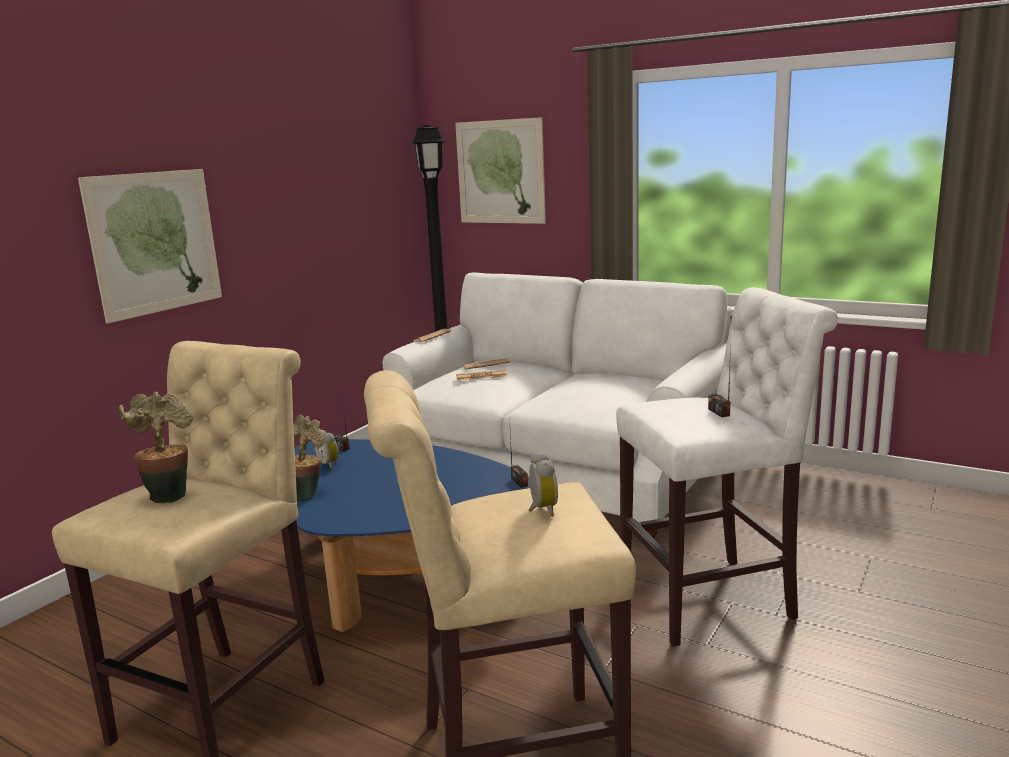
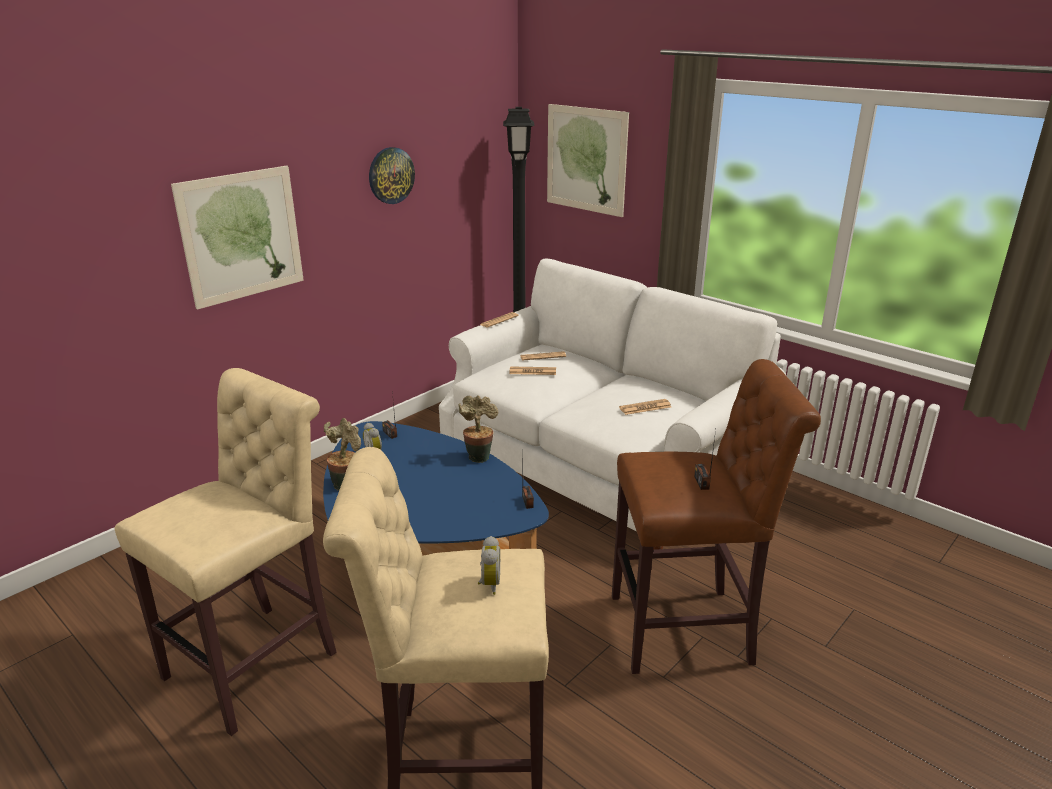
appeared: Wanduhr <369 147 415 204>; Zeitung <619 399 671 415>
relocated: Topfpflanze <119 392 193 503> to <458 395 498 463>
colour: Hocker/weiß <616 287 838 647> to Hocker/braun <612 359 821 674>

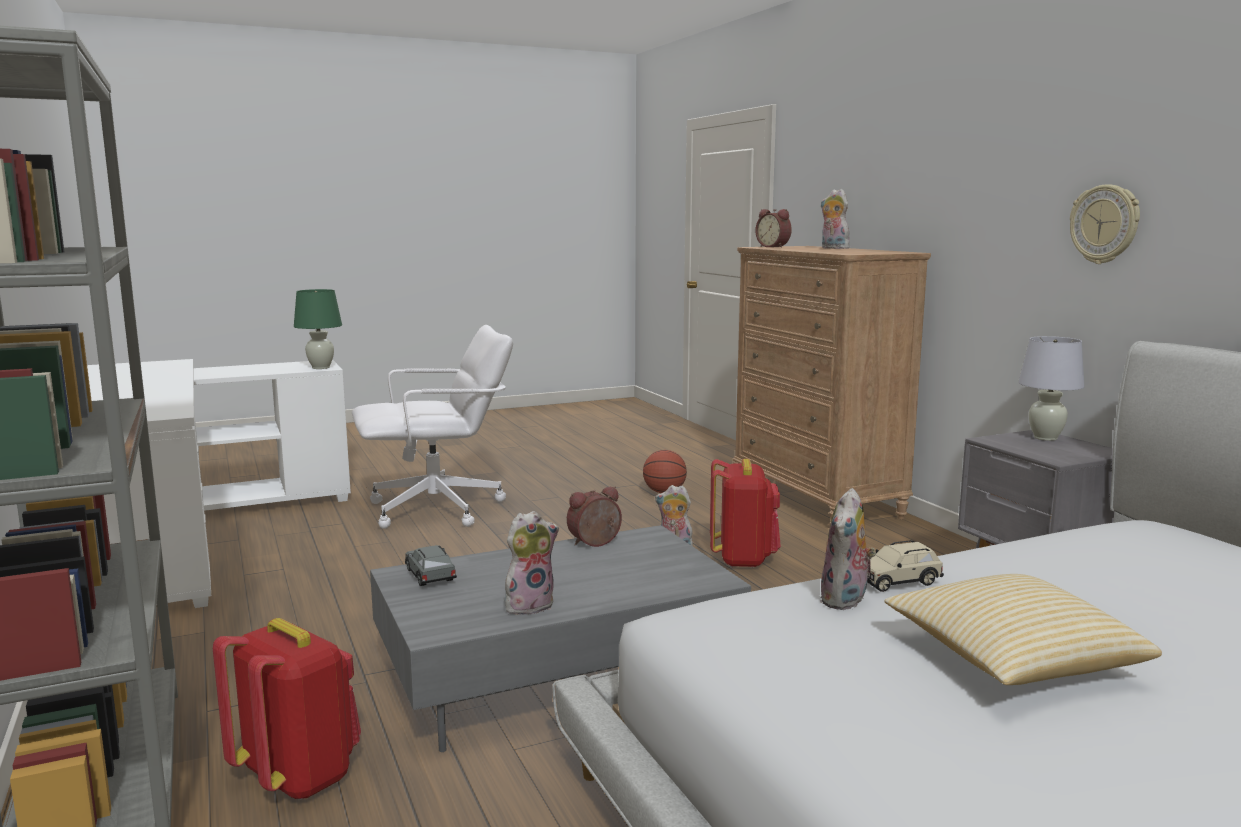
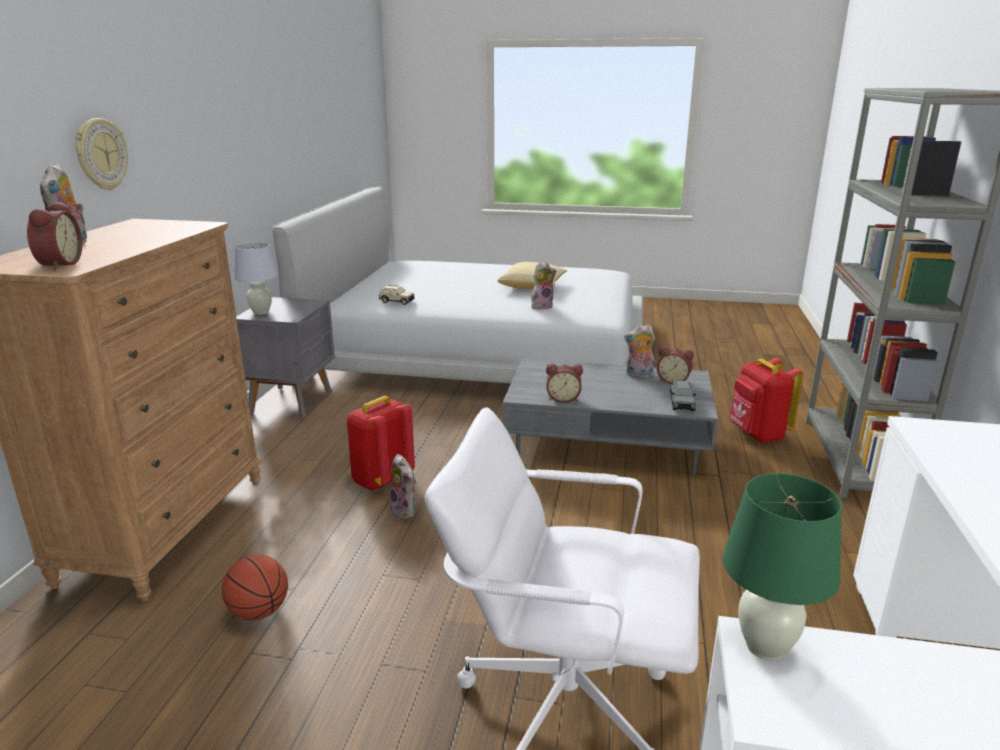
appeared: Wecker <657 346 694 384>
relocated: Spielzeugauto/beige <867 540 944 592> to <378 285 415 305>; Wanduhr <1070 184 1140 264> to <75 118 128 190>

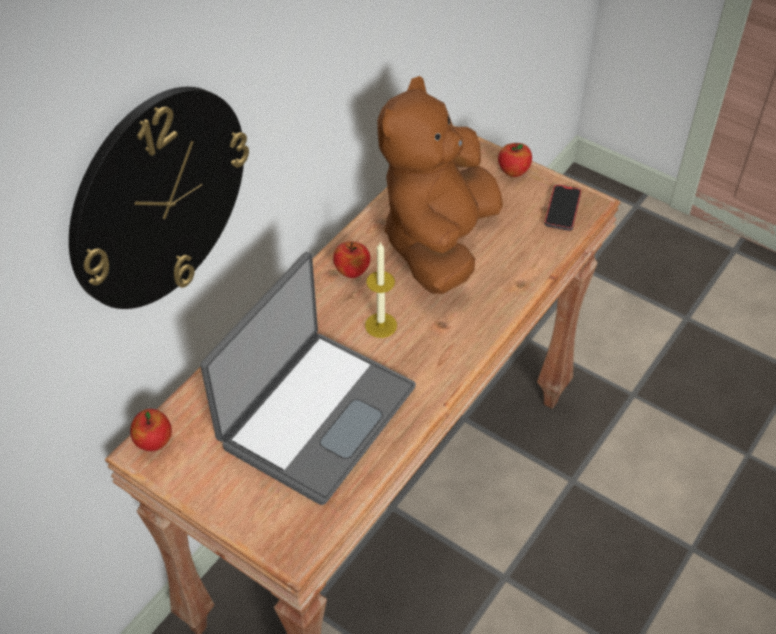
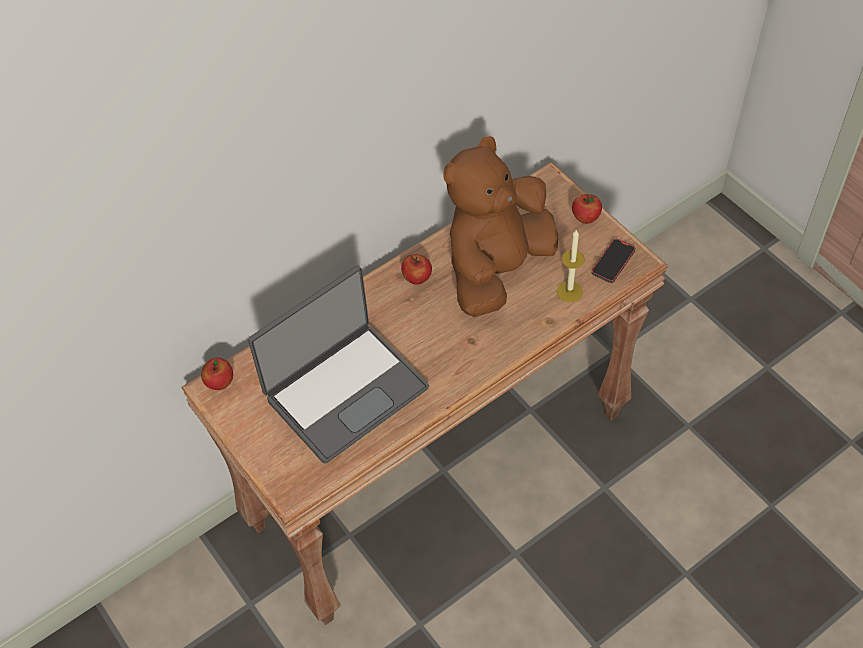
missing: Wanduhr <69 87 249 309>
relocated: Kerze <365 241 397 338> to <557 230 585 302>

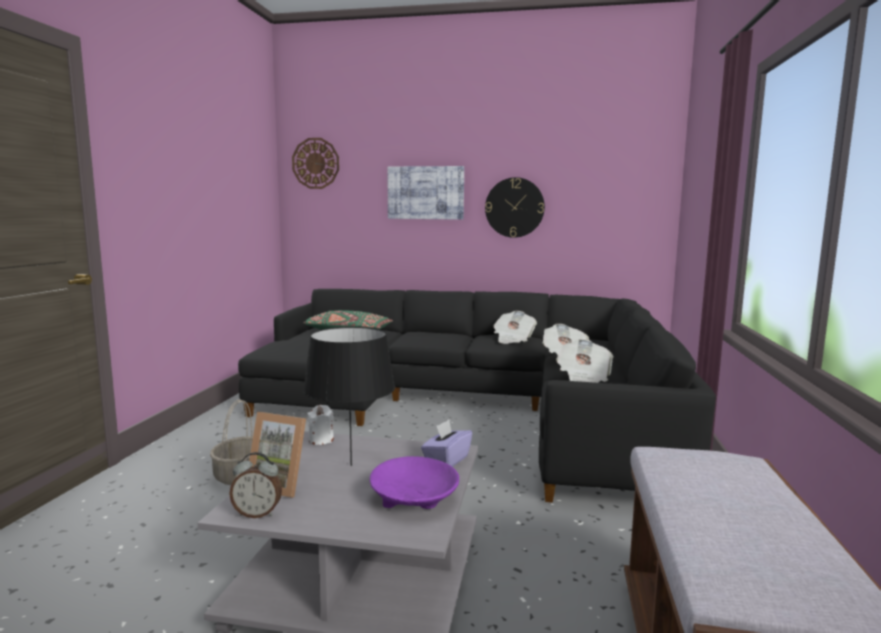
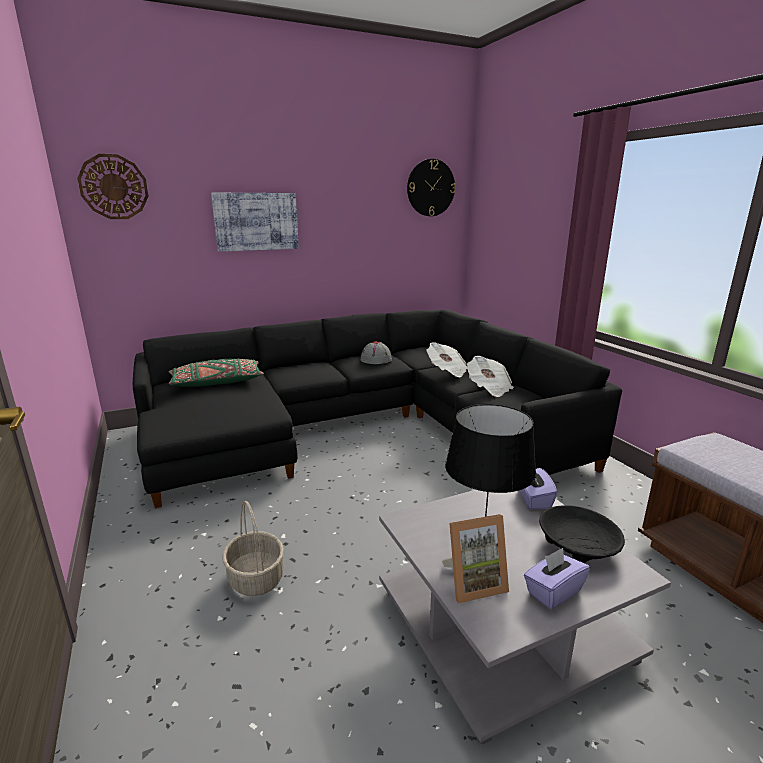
missing: Wecker <229 452 282 518>; Kerze/weiß <307 405 334 445>
appeared: Taschentuchbox/lila <524 548 590 609>
relocated: Wanduhr <485 177 545 238> to <407 159 456 216>
exchanged: Zeitung <493 311 537 344> to Hut/grau <360 341 392 364>
colour: Schüssel/lila <370 456 459 509> to Schüssel/schwarz <539 505 625 563>

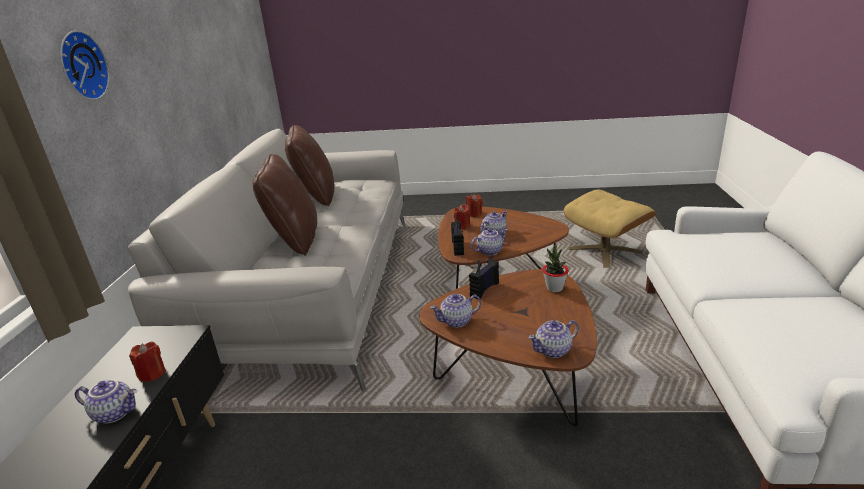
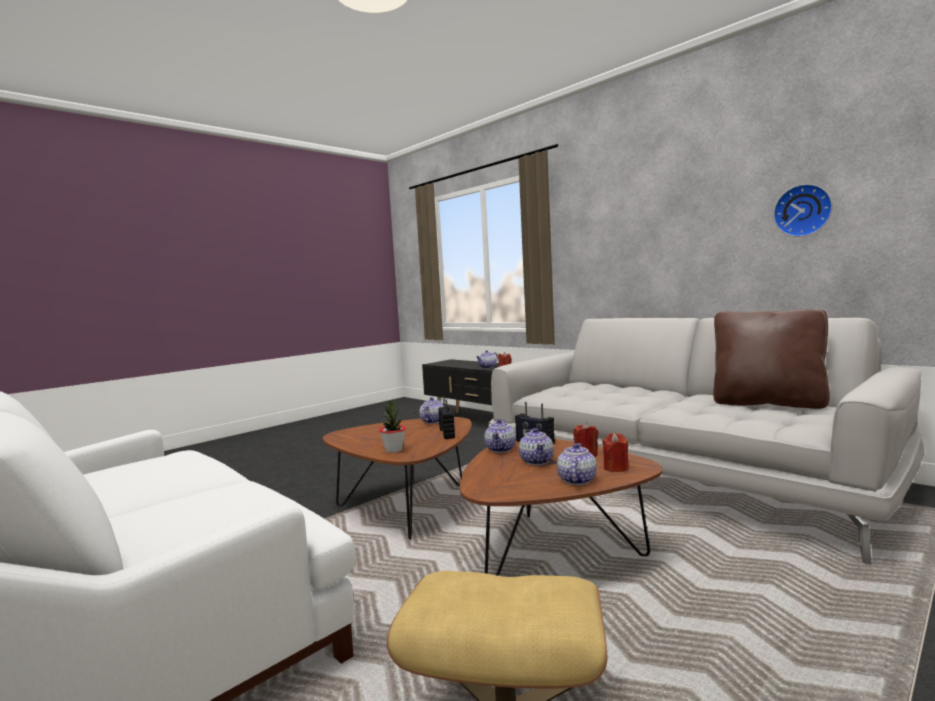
missing: Kissen/braun <253 154 317 256>
relocated: Wanduhr <60 30 110 100> to <773 184 833 237>; Teekanne <528 320 579 358> to <557 443 597 485>

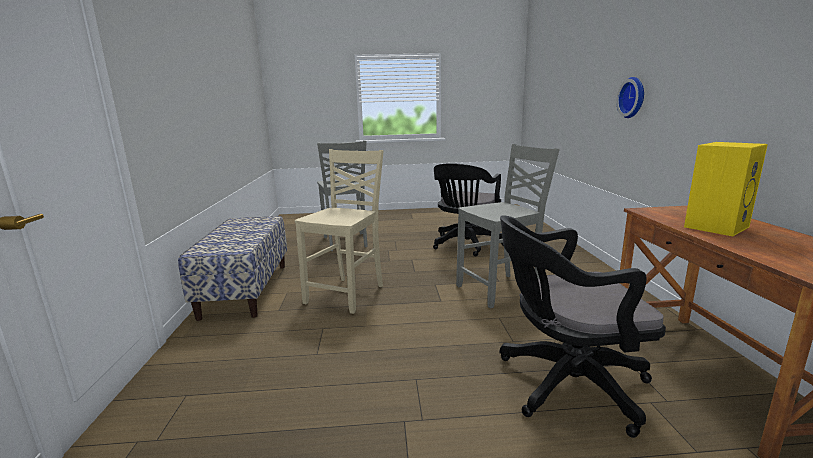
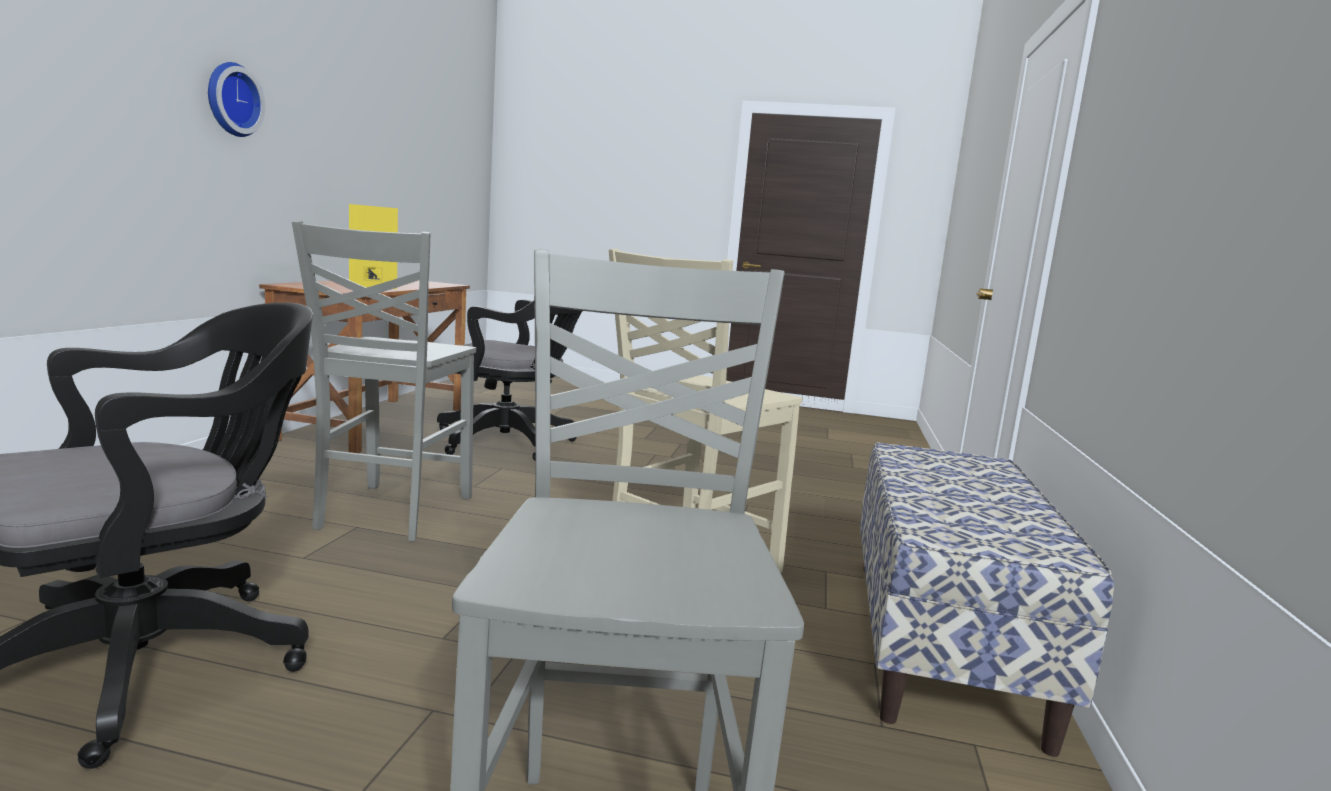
relocated: Wanduhr <616 77 644 118> to <208 62 265 137>
spun: Stuhl/grau <456 144 560 309> = <292 221 476 541> 75 degrees counterclockwise

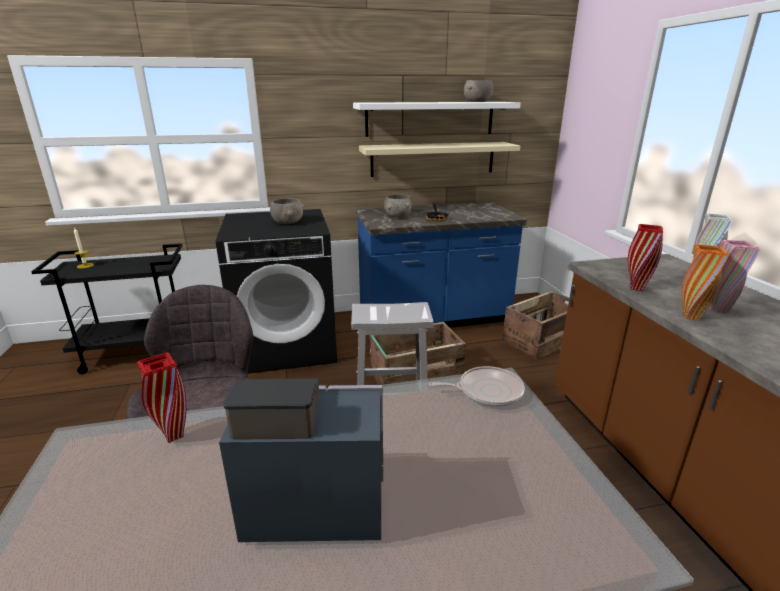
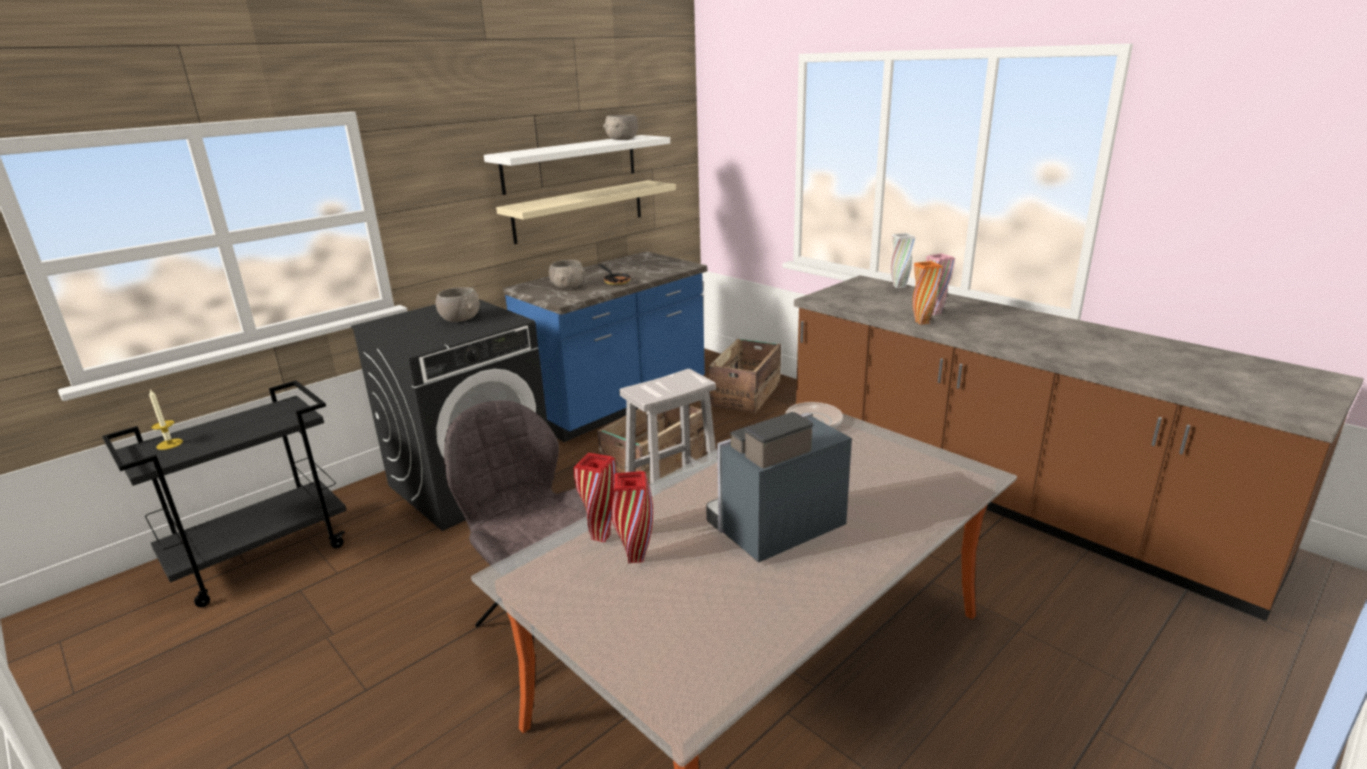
relocated: Vase/rot <628 224 663 291> to <611 471 653 563>

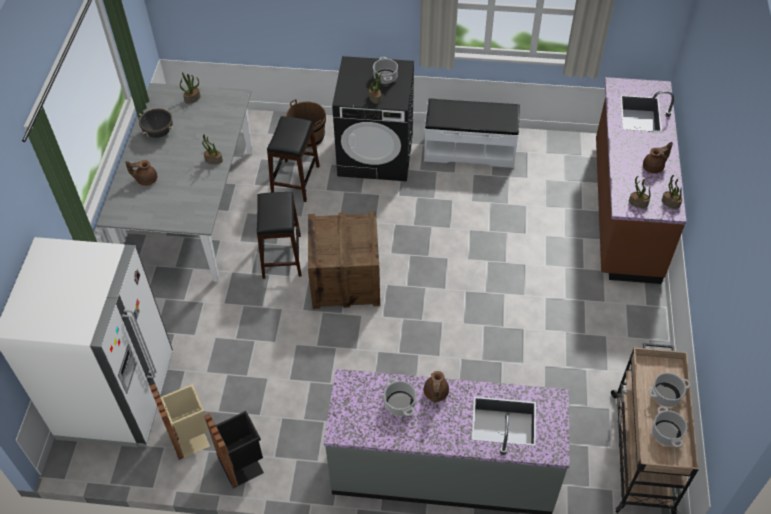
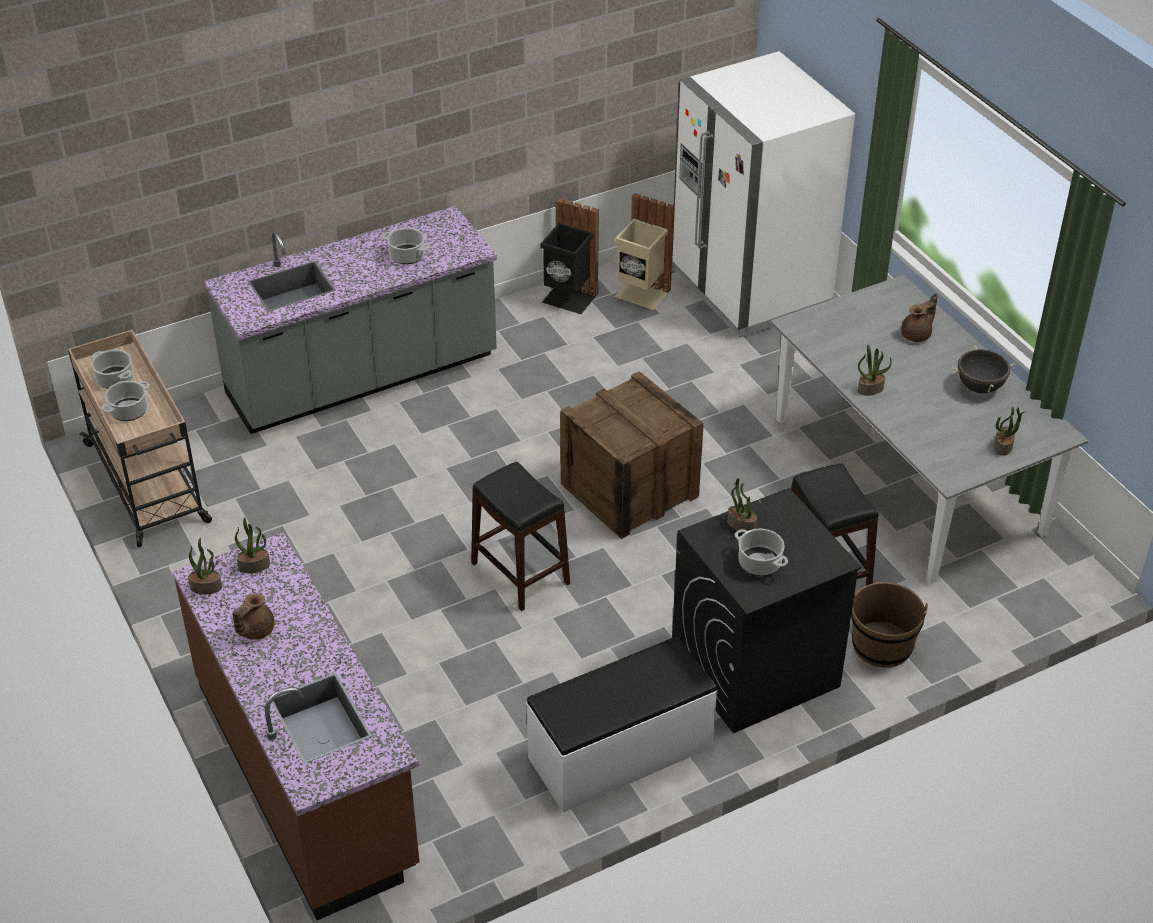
missing: Teekanne/braun <424 371 449 402>
relocated: Hocker/schwarz <257 192 302 279> to <471 462 570 611>

